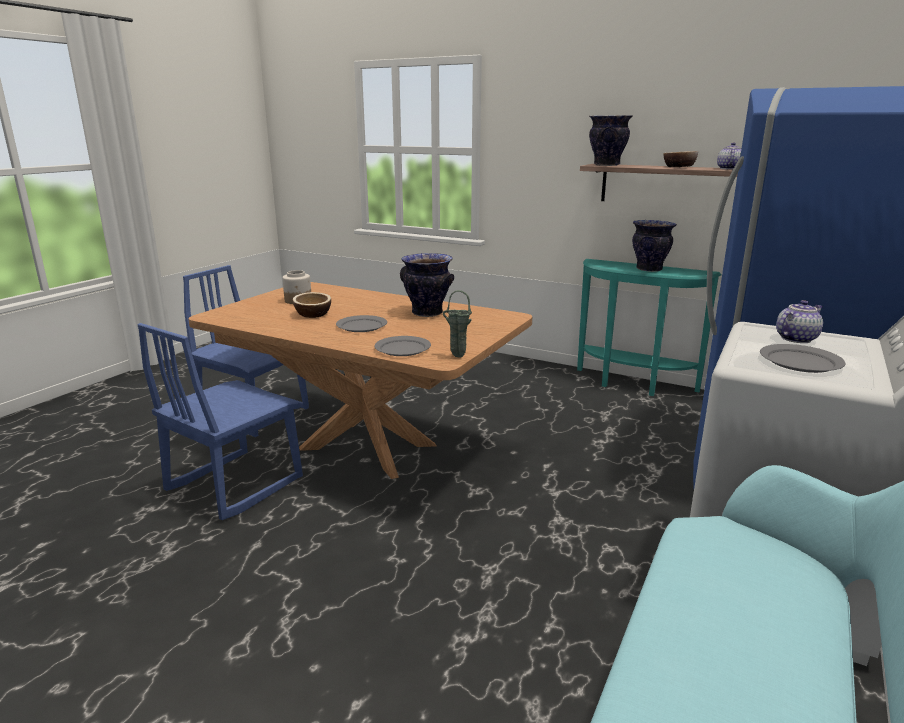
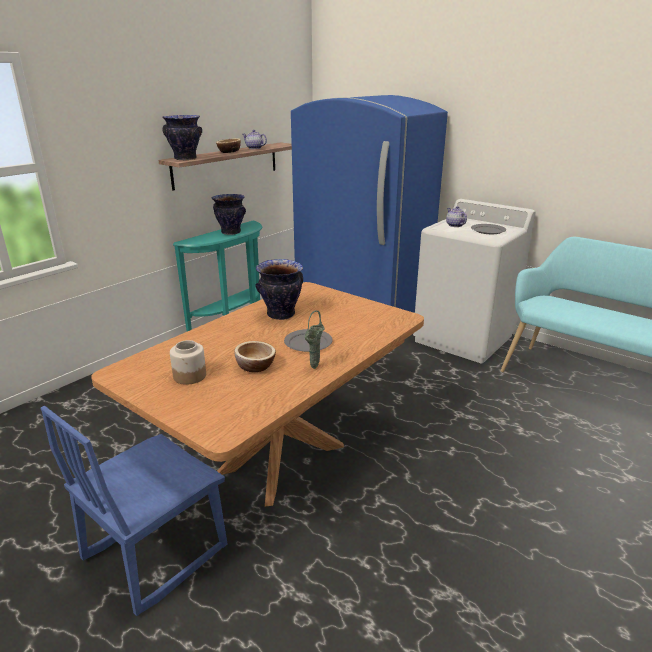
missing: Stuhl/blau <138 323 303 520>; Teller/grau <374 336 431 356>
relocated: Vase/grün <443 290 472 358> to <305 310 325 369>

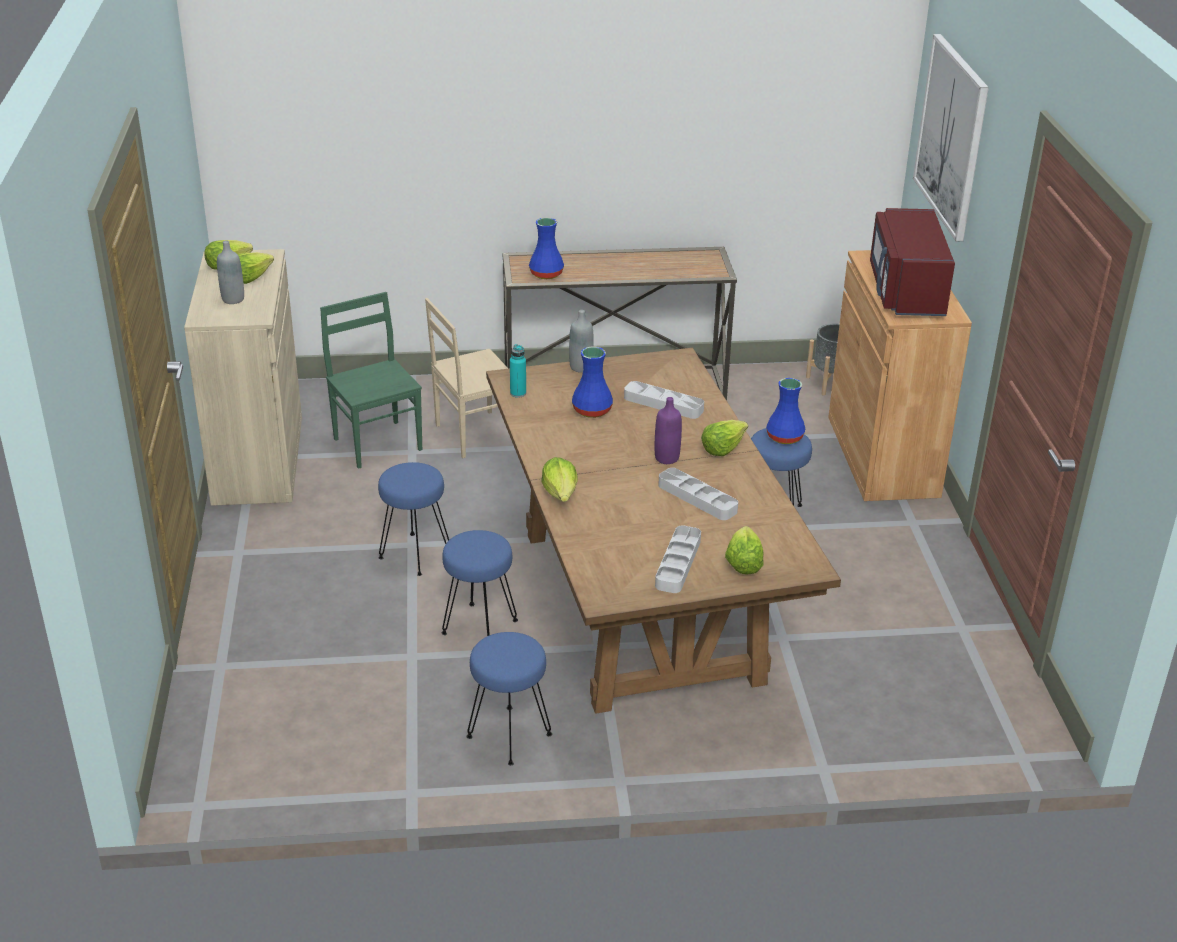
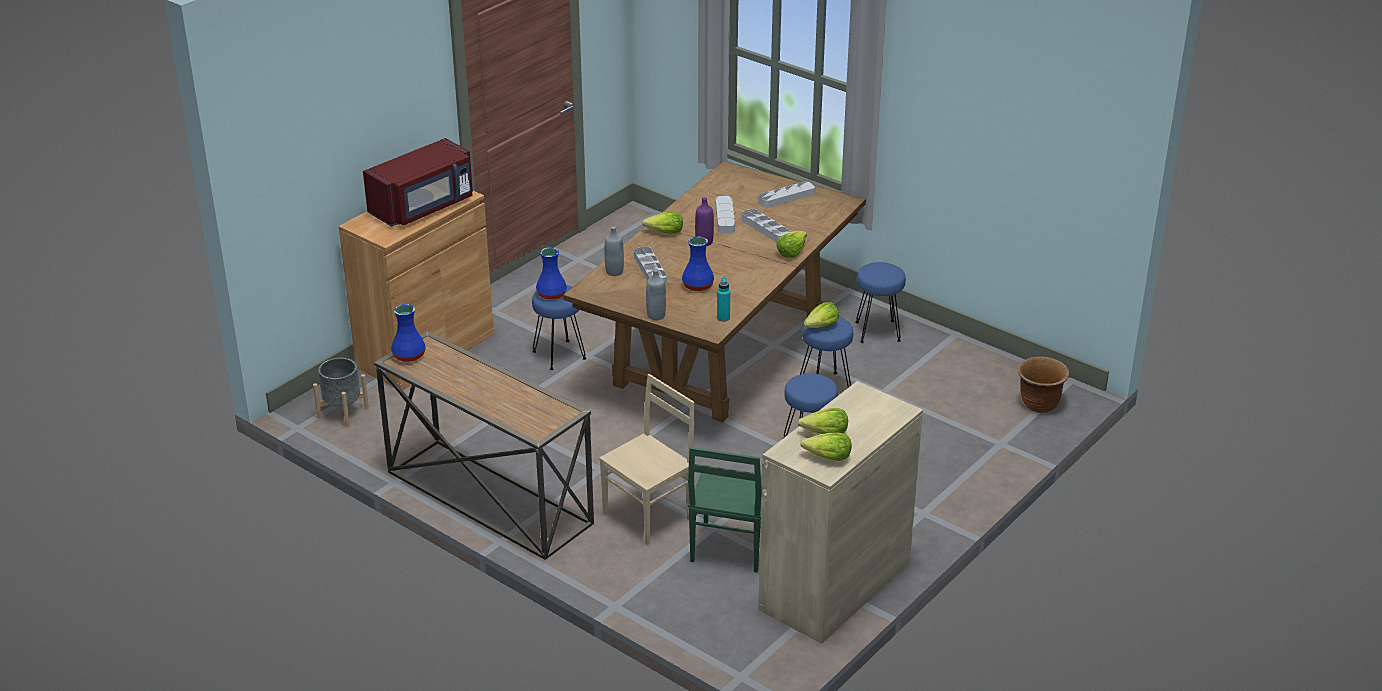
missing: Bild <913 34 989 241>
appeared: Tablett/grau <742 209 791 242>; Pflanzkübel/braun <1017 356 1069 413>
relocated: Flasche/grau <217 240 244 304> to <605 226 624 276>; Vase/blau <529 218 564 279> to <391 304 426 362>; Salatkopf <725 526 764 574> to <804 302 839 328>
spun: Stuhl/beige <425 298 508 458> = <599 374 695 545> 60 degrees counterclockwise

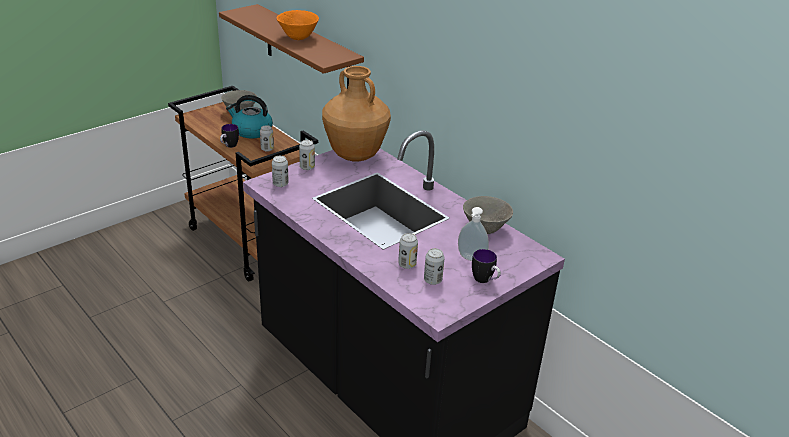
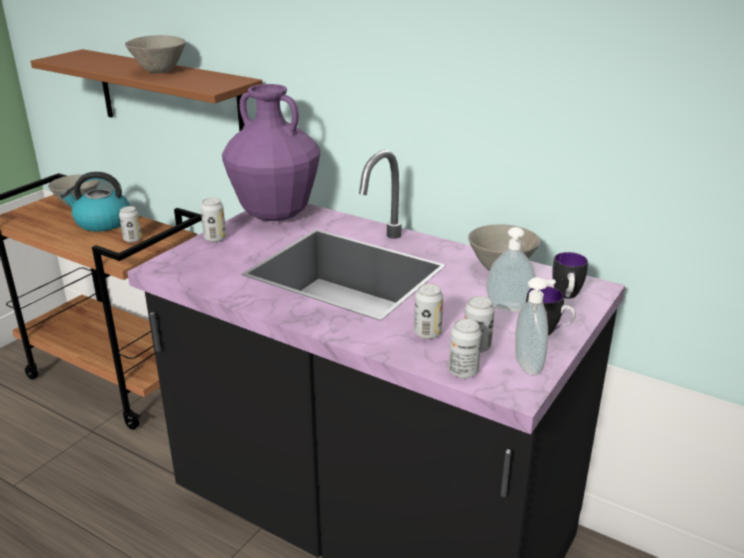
appeared: Seifenspender <515 277 556 376>
relocated: Henkelbecher <220 124 239 148> to <552 252 588 299>; Dose <272 156 289 187> to <449 319 482 378>
colour: Schüssel/orange <277 10 319 40> to Schüssel/grau <125 35 186 74>; Vase/braun <322 66 391 161> to Vase/lila <222 84 320 221>

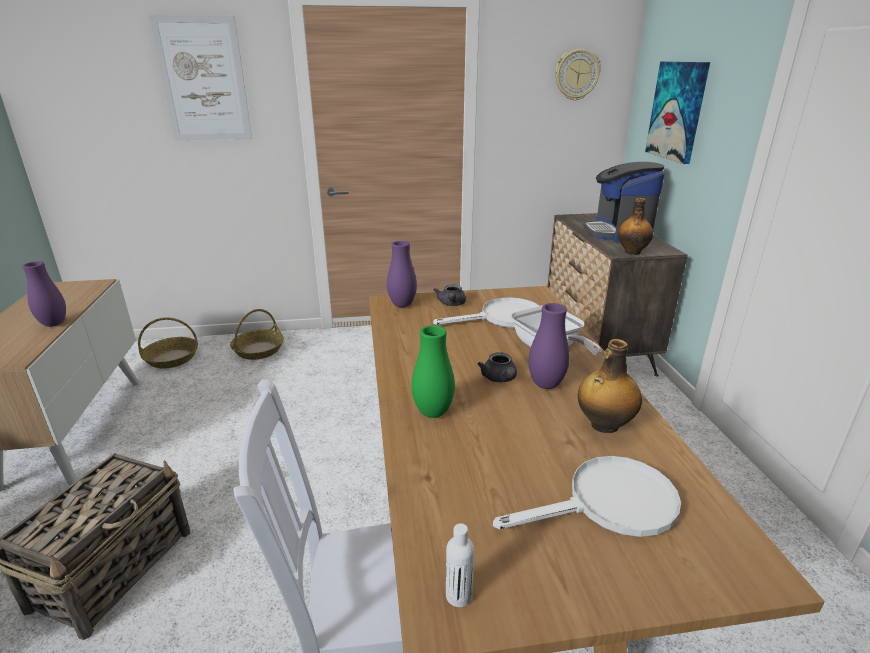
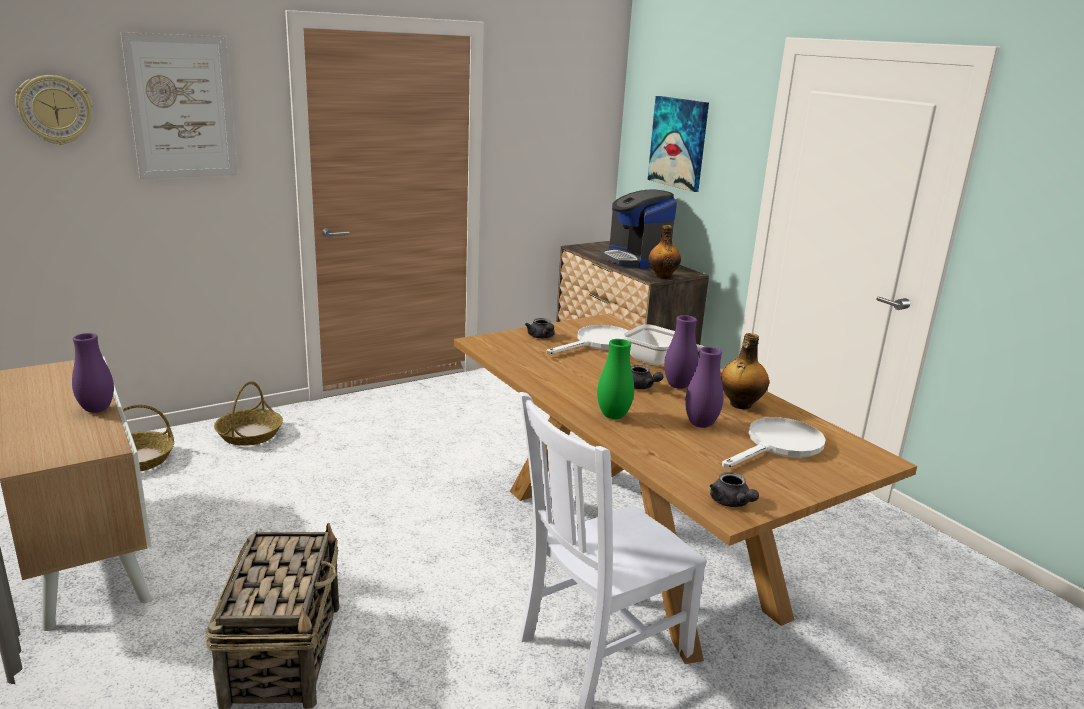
relocated: Vase/lila <387 241 417 307> to <685 347 723 428>; Wanduhr <555 49 601 101> to <15 75 93 145>
exchanged: Flasche/weiß <446 523 474 607> to Teekanne/grau <710 472 759 507>

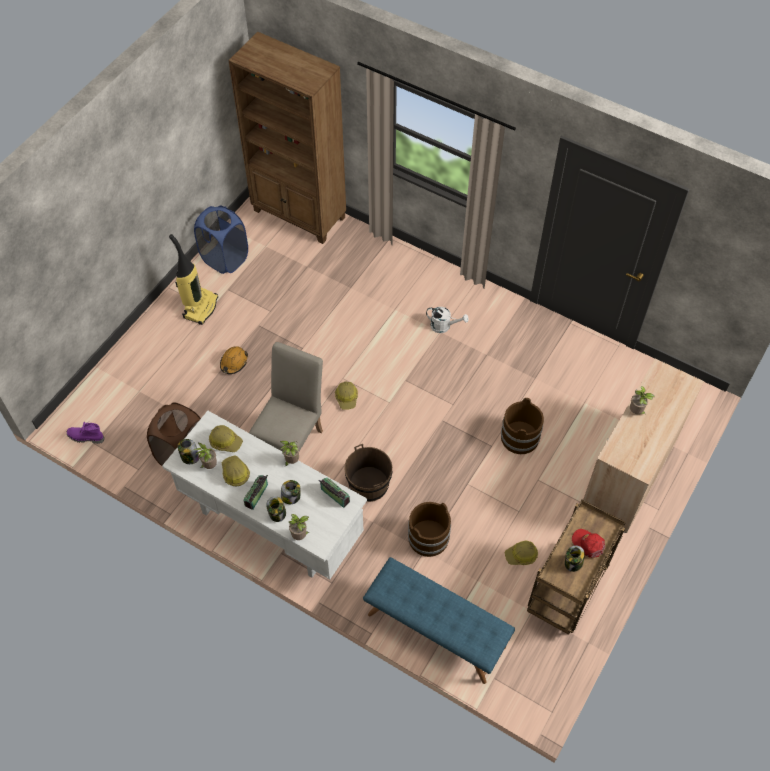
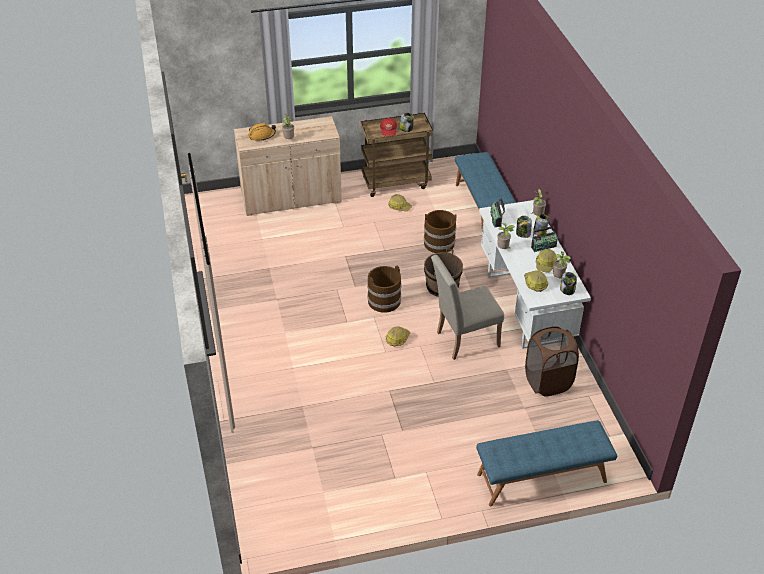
missing: Stiefel/lila <67 422 105 444>; Staubsauger <169 234 218 325>; Wäschekorb/blau <194 206 248 274>; Bücherregal/braun <228 32 346 244>; Gießkanne/weiß <426 307 469 333>
appeared: Bank/blau <476 420 617 506>
relocated: Schutzhelm/orange <220 346 248 374> to <248 123 276 141>; Eimer/braun <501 398 544 454> to <367 266 402 313>

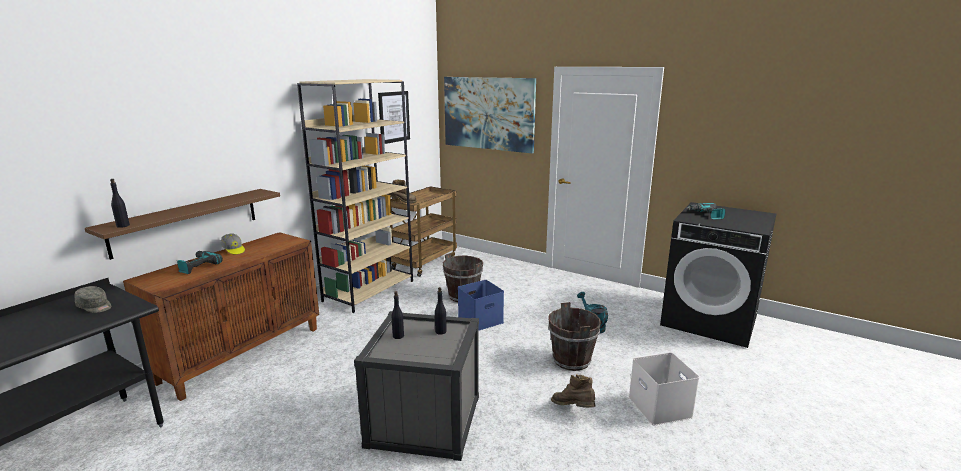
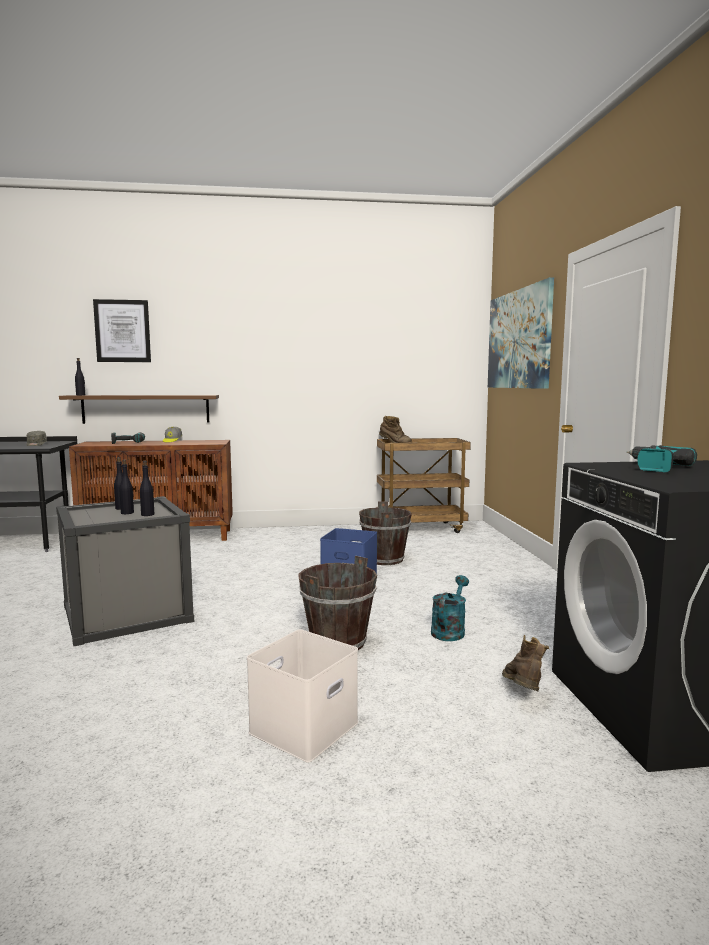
missing: Bücherregal/beige <297 79 413 313>
appeared: Flasche/schwarz <119 460 134 514>
relocated: Bild <378 91 410 144> to <93 299 151 362>; Stiefel/braun <551 374 596 408> to <502 635 549 691>

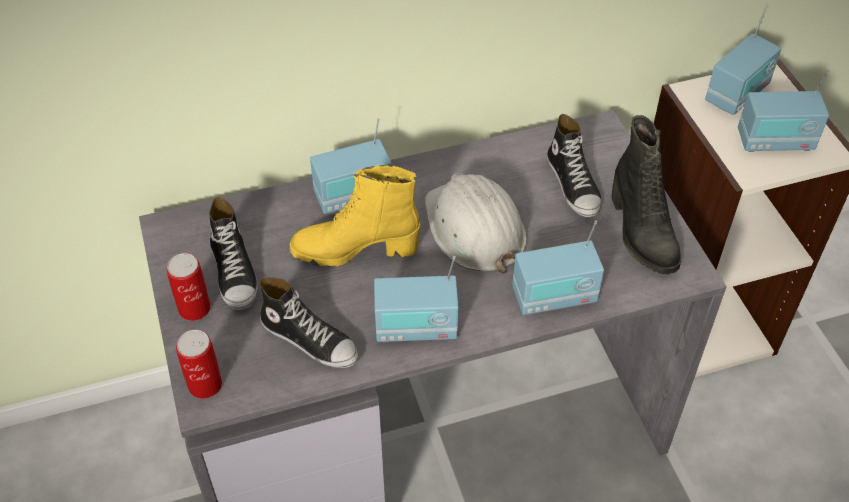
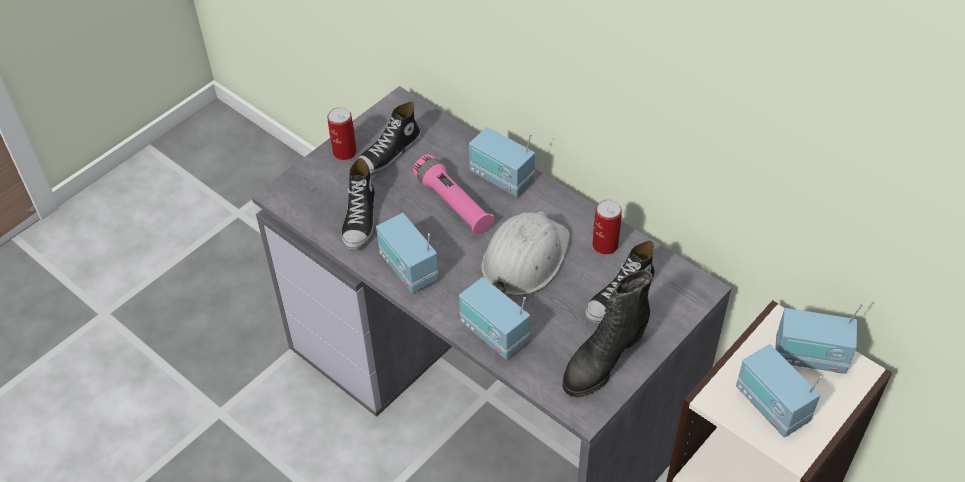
relocated: Dose <176 330 222 399> to <592 200 622 255>
exchanged: Stiefel/gelb <290 165 420 267> to Taschenlampe/rosa <413 154 494 234>

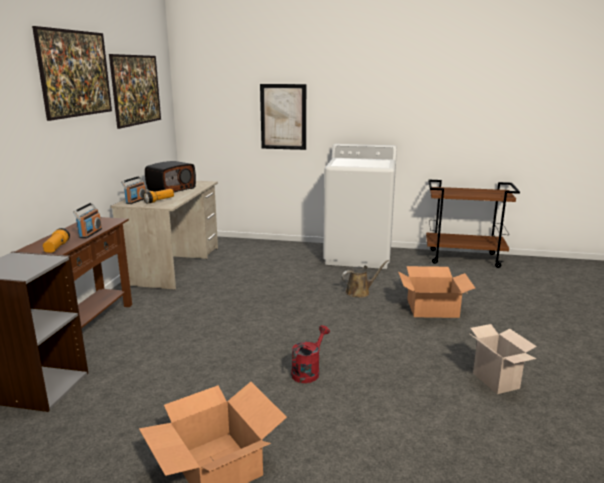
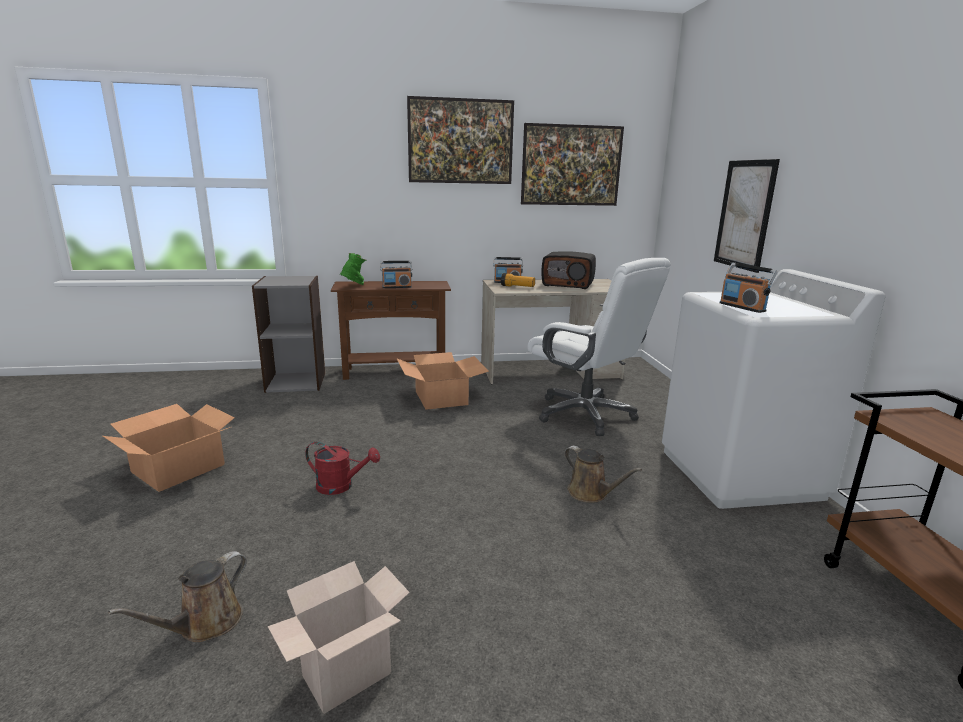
appeared: Gießkanne/braun <108 551 247 642>; Bürostuhl/weiß <527 258 671 436>; Radio <720 263 778 313>
relocated: Karton <398 266 475 318> to <396 352 489 410>
exchanged: Taschenlampe <43 228 70 253> to Stiefel/grün <340 253 367 285>

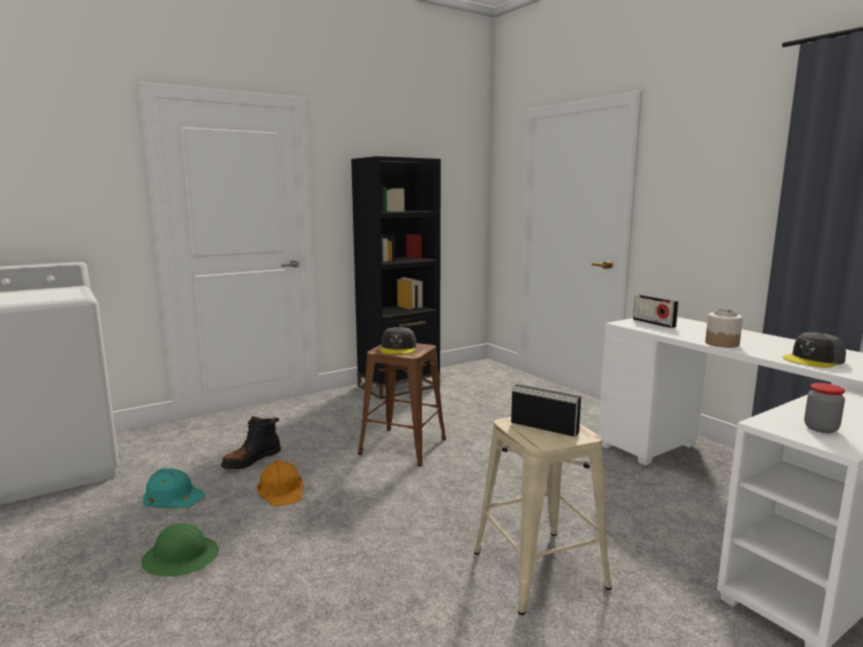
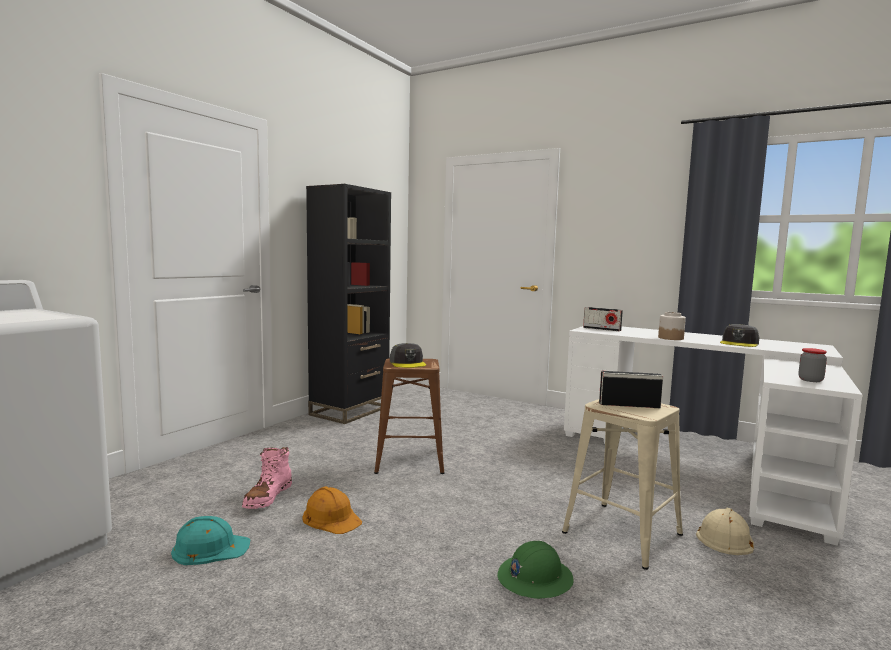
appeared: Schutzhelm/beige <696 507 754 555>
relocated: Schutzhelm/grün <141 523 219 577> to <497 541 574 599>
colour: Stiefel/schwarz <221 416 281 469> to Stiefel/rosa <242 447 292 509>

